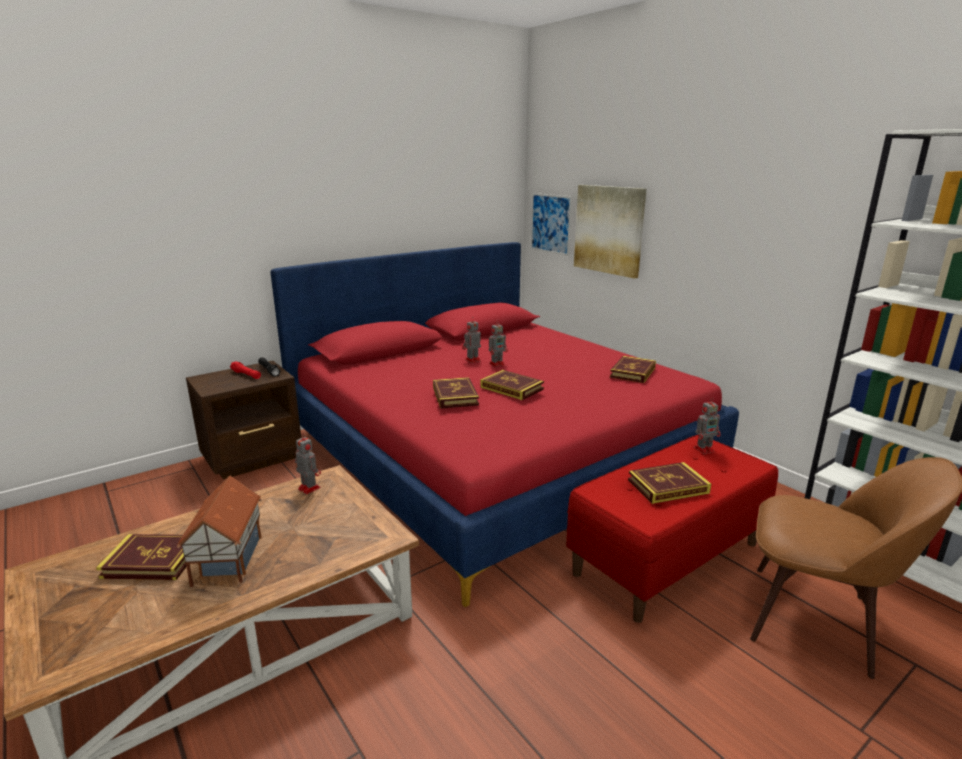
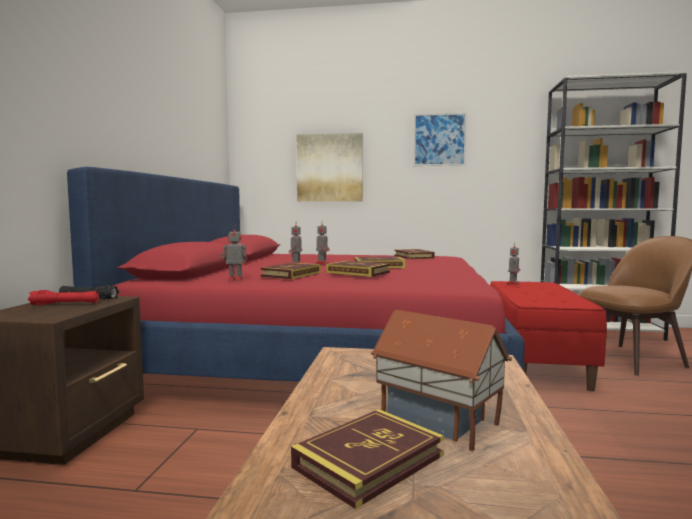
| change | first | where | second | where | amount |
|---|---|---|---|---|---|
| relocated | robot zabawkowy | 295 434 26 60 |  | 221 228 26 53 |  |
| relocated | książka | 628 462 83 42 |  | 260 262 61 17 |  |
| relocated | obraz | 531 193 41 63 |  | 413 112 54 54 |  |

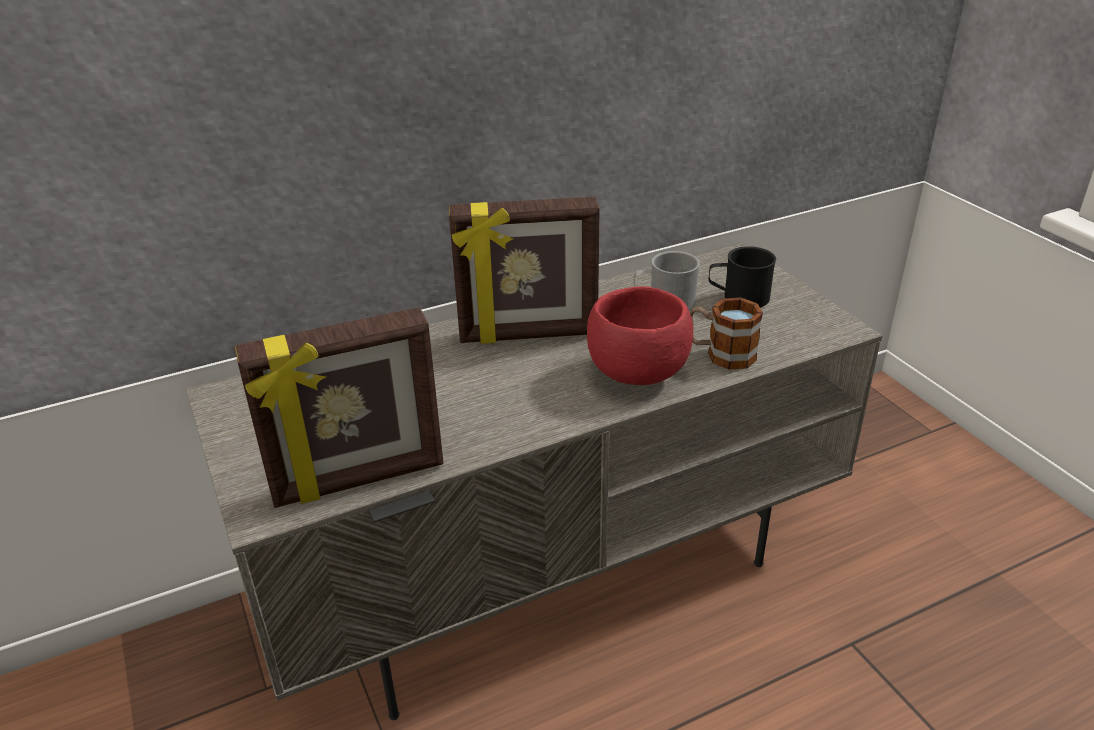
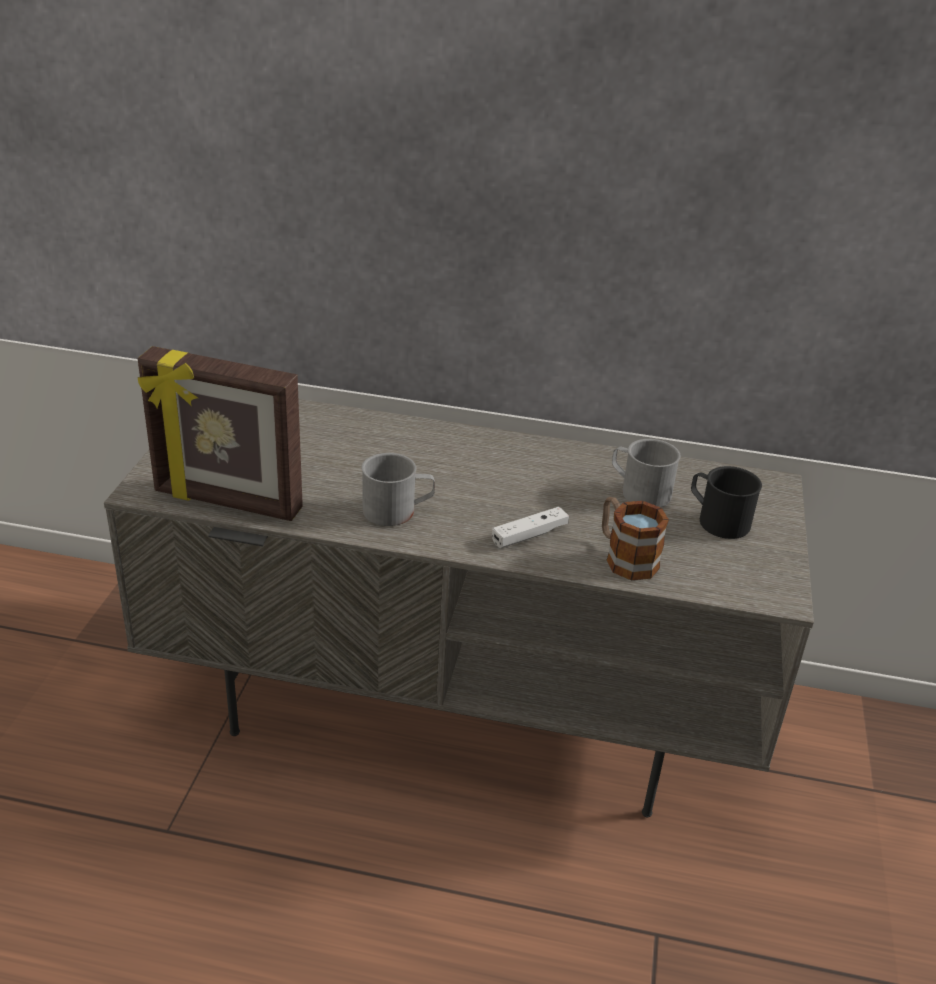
| change | first | where | second | where | amount |
|---|---|---|---|---|---|
| appeared |  |  | kubek [szary] | 361 453 74 73 |  |
| exchanged | miska [czerwony] | 587 287 106 98 | pad do gier [biały] | 492 507 77 41 |  |
| missing | ramka na zdjęcie | 449 197 151 147 |  |  |  |

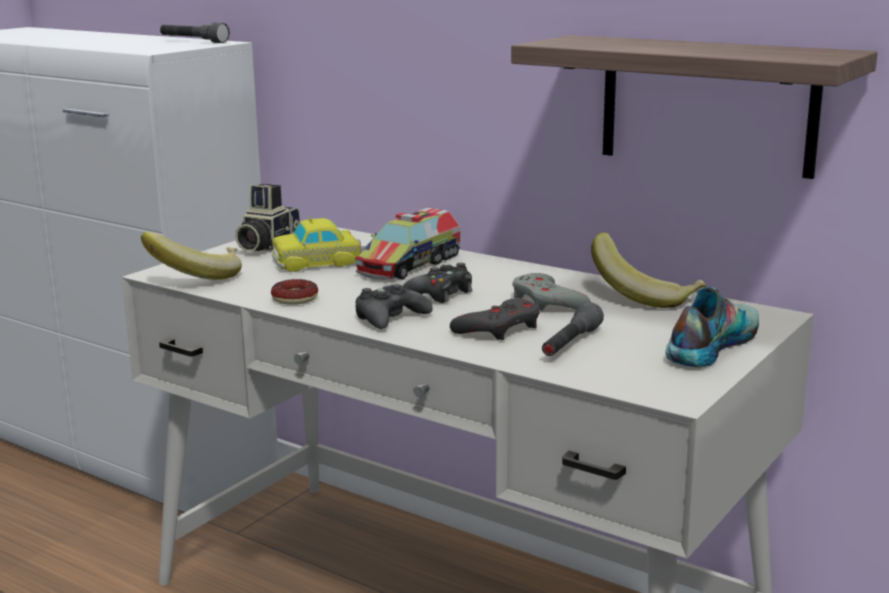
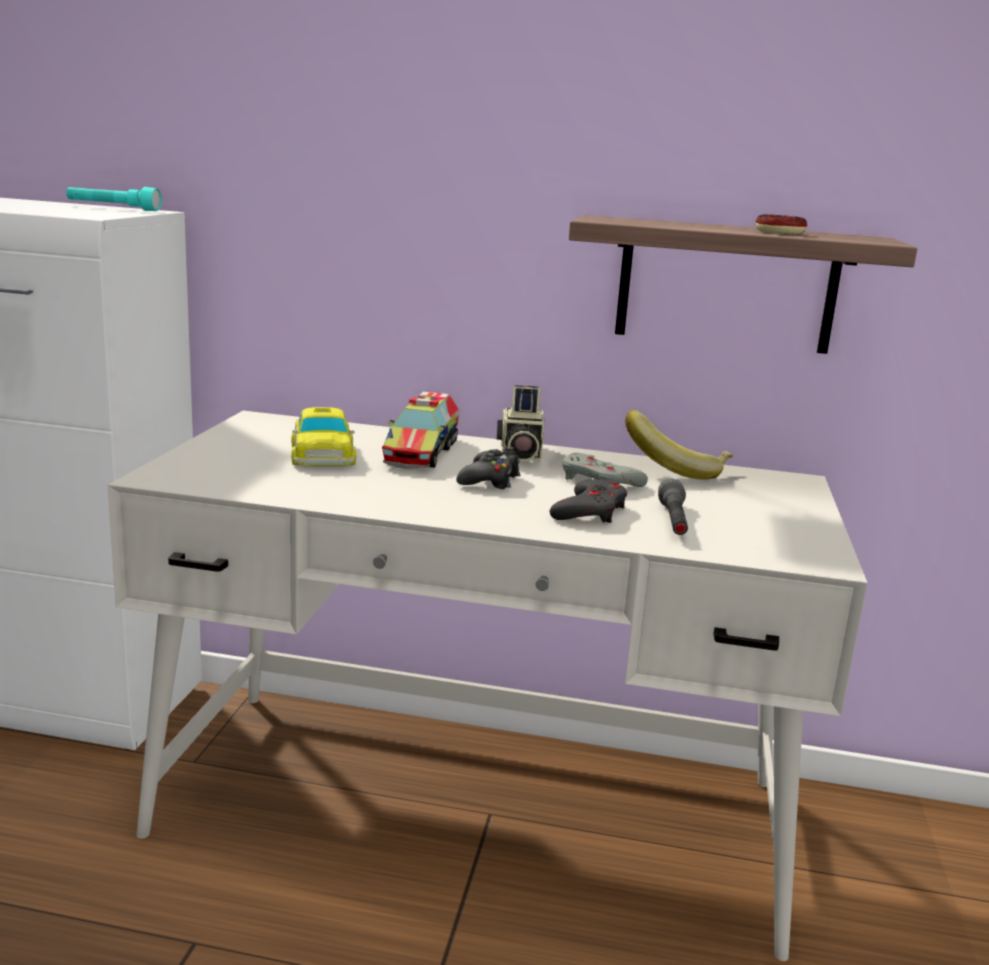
| change | first | where | second | where | amount |
|---|---|---|---|---|---|
| colour | latarka [szary] | 160 22 70 21 | latarka [turkusowy] | 66 187 96 24 |  |
| spun | samochodzik | 272 218 94 54 |  | 291 407 65 58 | 60 degrees counterclockwise |
| relocated | aparat fotograficzny | 235 184 65 68 |  | 497 385 47 76 |  |
| relocated | donut | 271 279 47 26 |  | 755 214 52 20 |  |
| missing | banan | 141 232 101 48 |  |  |  |
| missing | pad do gier [czarny] | 356 284 77 45 |  |  |  |
| missing | but | 665 286 94 81 |  |  |  |

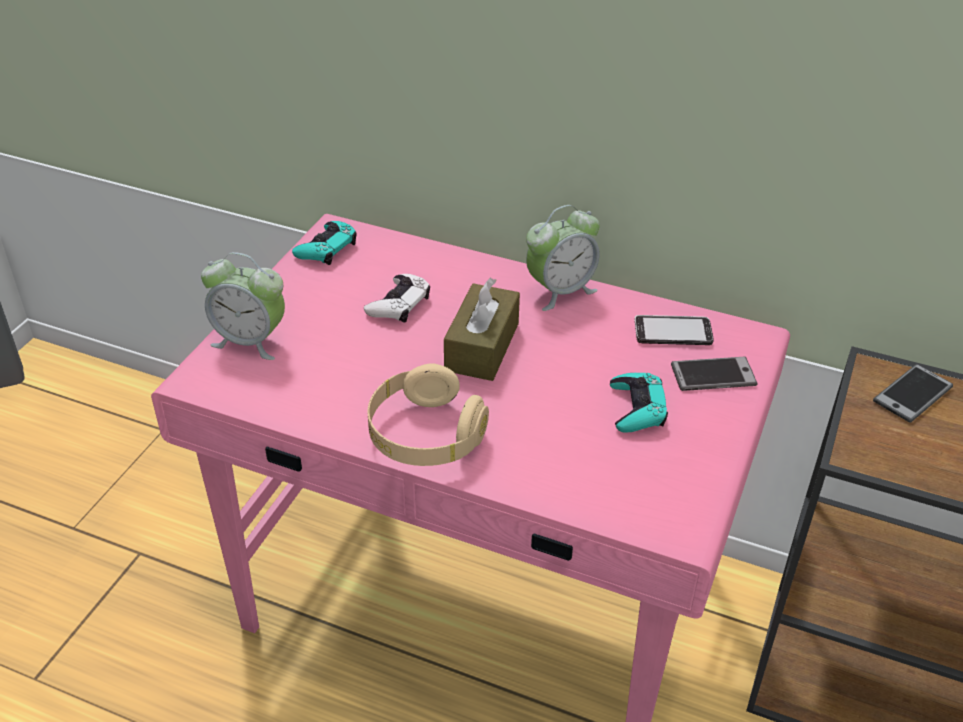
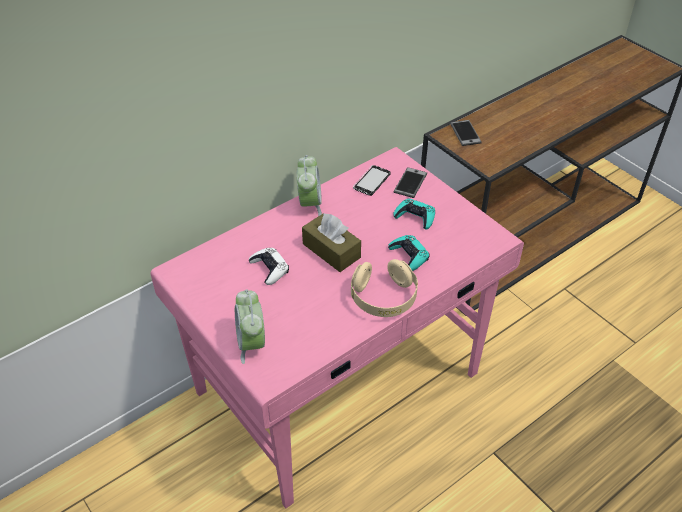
| change | first | where | second | where | amount |
|---|---|---|---|---|---|
| spun | budzik | 201 252 84 108 |  | 235 289 30 75 | 120 degrees clockwise |
| relocated | pad do gier [turkusowy] | 292 221 65 44 |  | 388 235 42 36 |  |

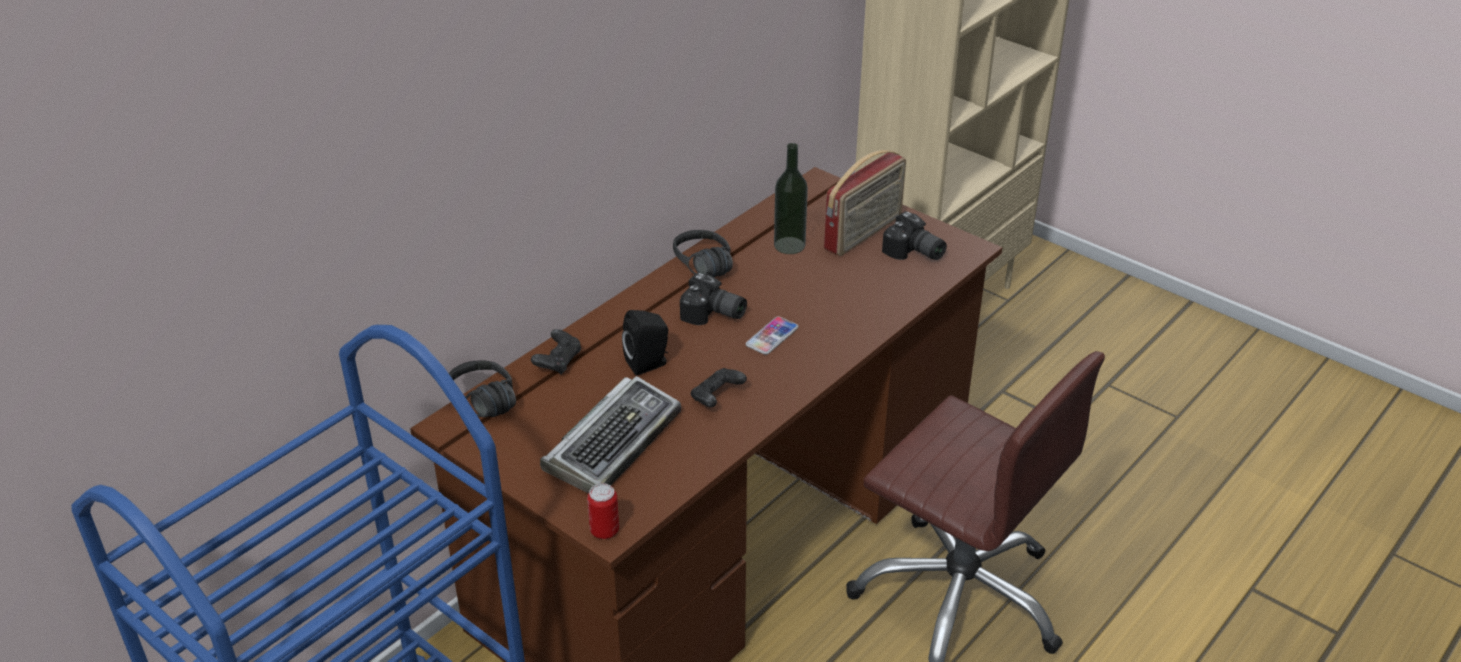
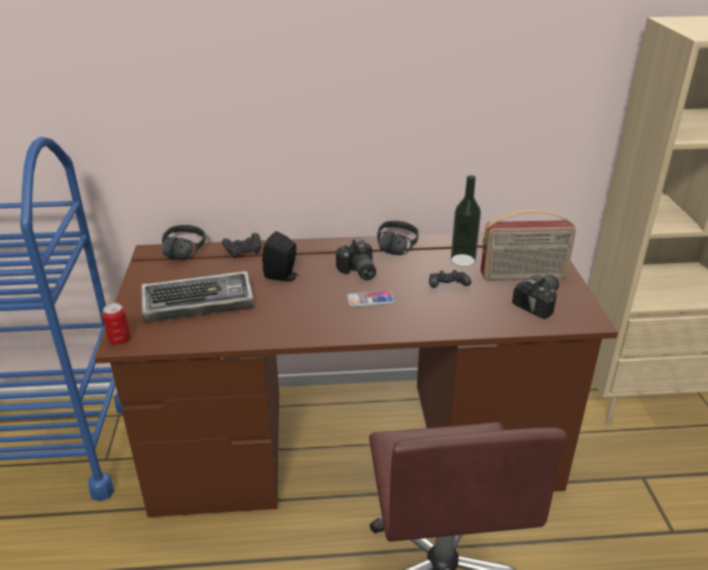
| change | first | where | second | where | amount |
|---|---|---|---|---|---|
| relocated | pad do gier [czarny] | 691 368 56 39 |  | 429 270 42 18 |  |
| spun | aparat fotograficzny | 882 211 65 49 |  | 512 275 47 44 | 135 degrees counterclockwise |

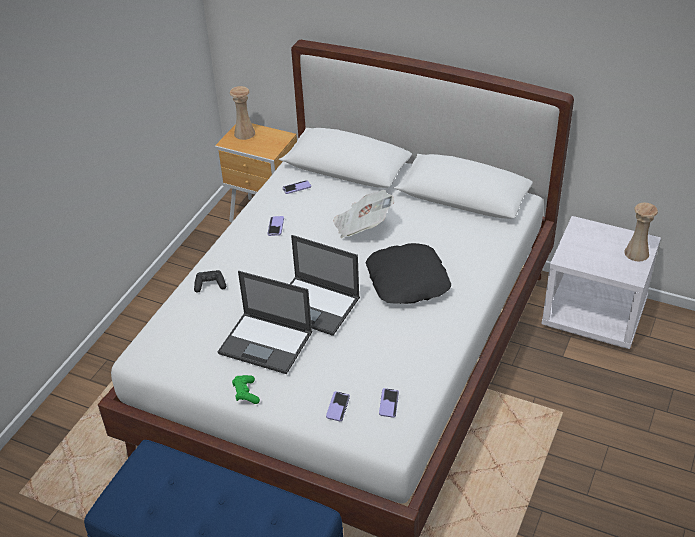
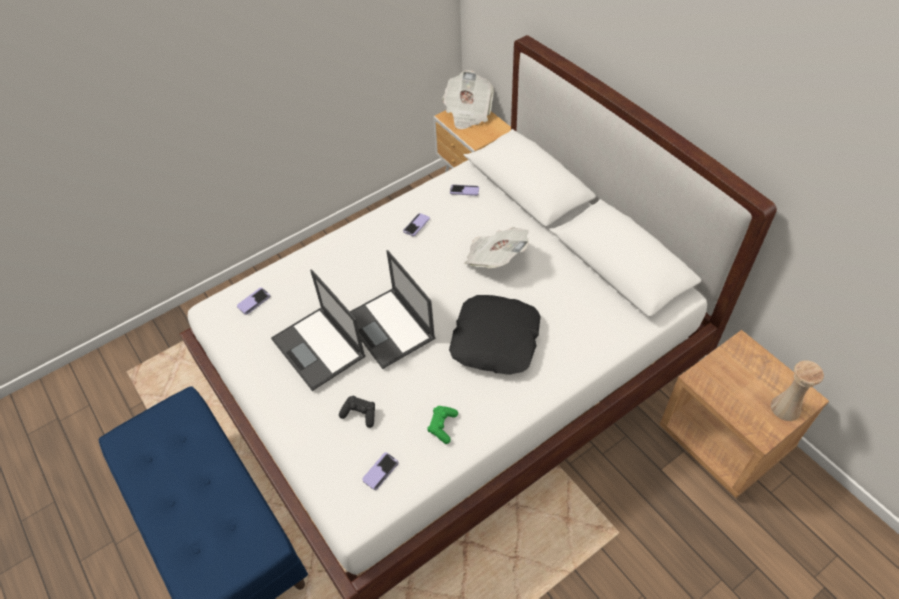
| change | first | where | second | where | amount |
|---|---|---|---|---|---|
| relocated | telefon | 326 391 24 30 |  | 237 287 33 28 |  |
| relocated | pad do gier [czarny] | 194 270 32 23 |  | 339 396 36 32 |  |
| relocated | pad do gier [zielony] | 232 375 28 29 |  | 427 406 31 38 |  |
| exchanged | wazon [beżowy] | 230 86 25 54 | gazeta | 442 70 52 59 |  |
| colour | szafka nocna [biały] | 542 216 119 133 | szafka nocna [brązowy] | 660 330 169 168 |  |

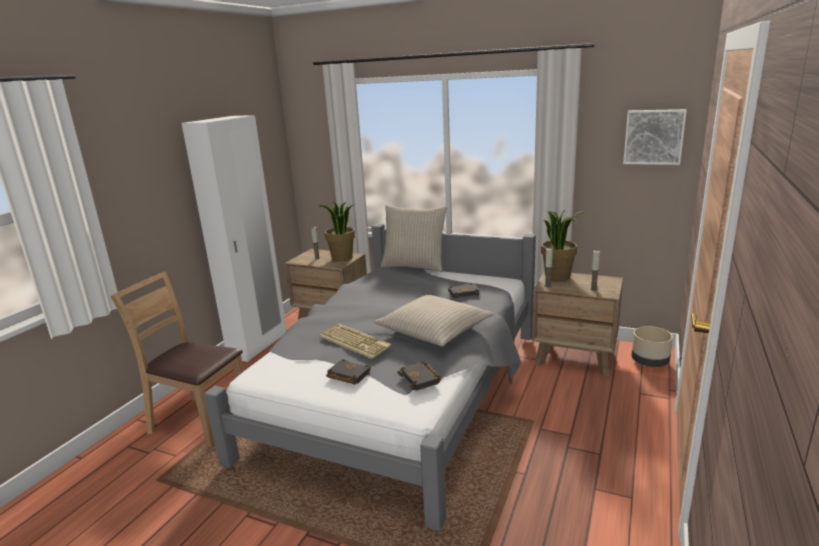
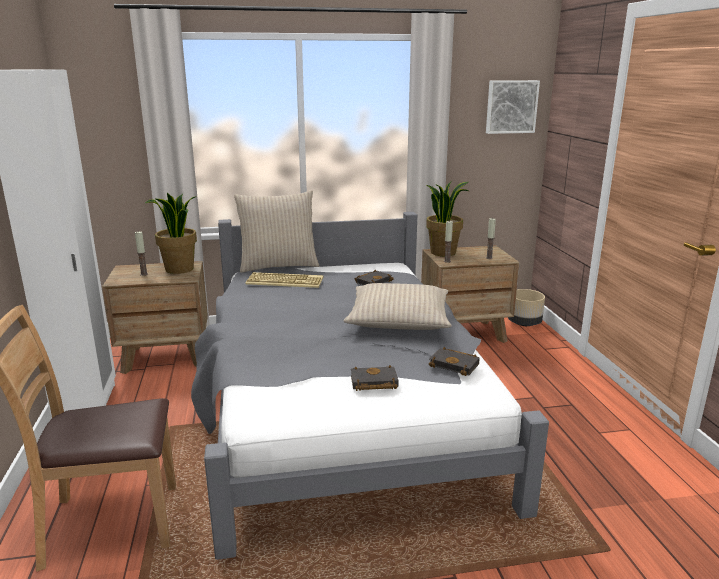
| change | first | where | second | where | amount |
|---|---|---|---|---|---|
| relocated | klawiatura | 320 324 72 35 |  | 245 272 79 16 |  |

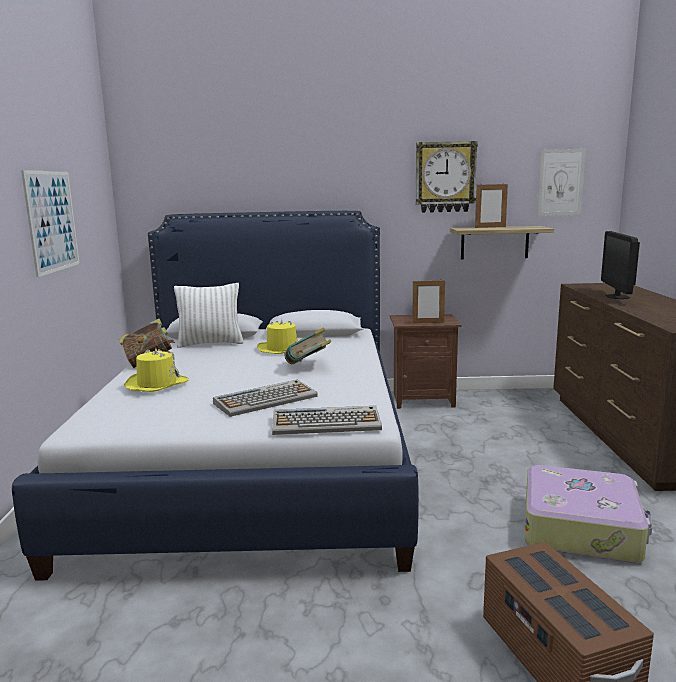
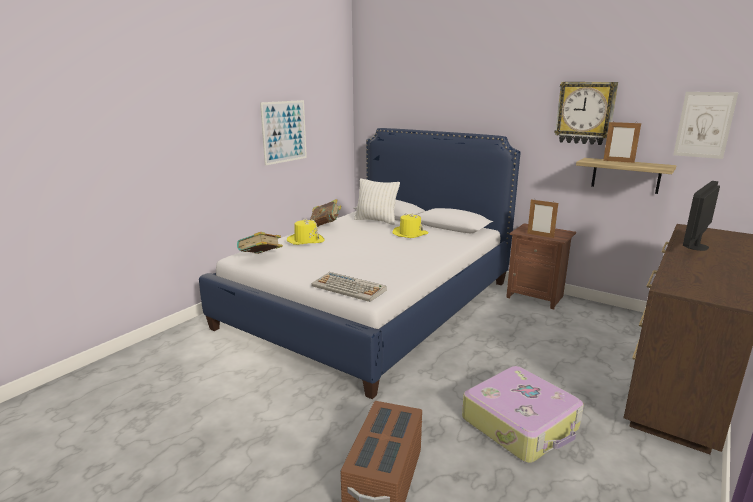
| change | first | where | second | where | amount |
|---|---|---|---|---|---|
| relocated | książka | 284 327 47 37 |  | 237 232 46 22 |  |
| missing | klawiatura | 213 380 105 37 |  |  |  |

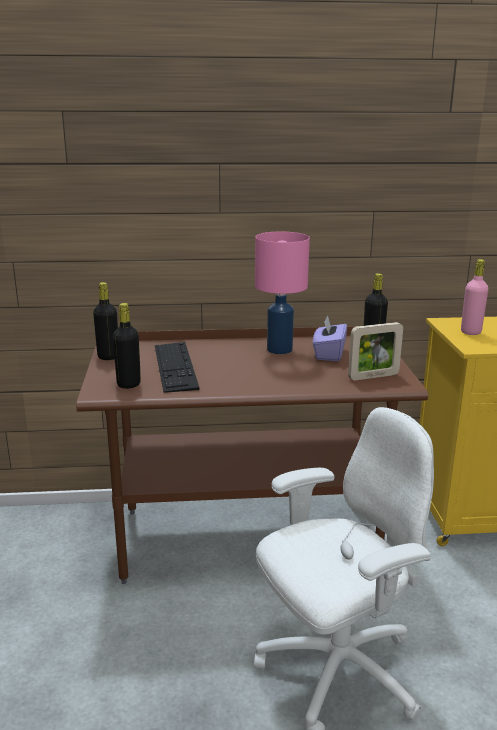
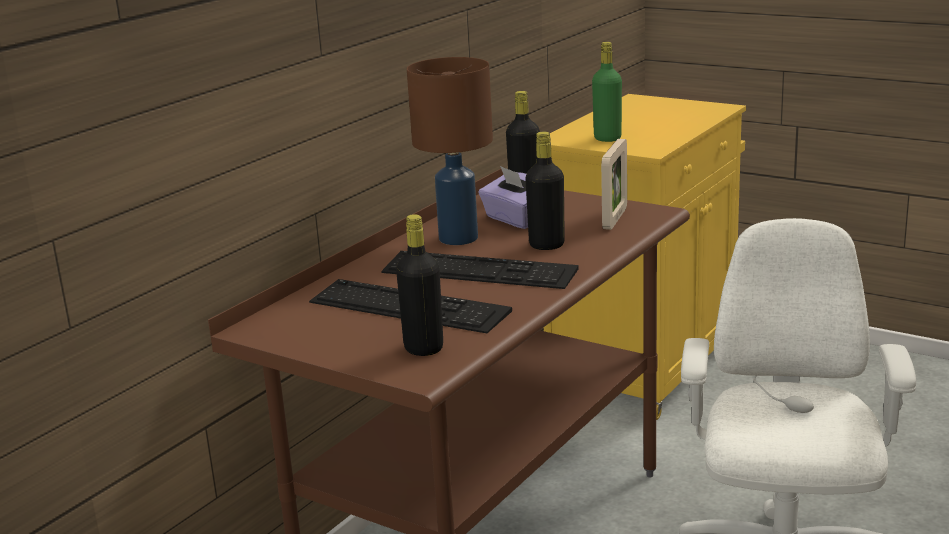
| change | first | where | second | where | amount |
|---|---|---|---|---|---|
| appeared |  |  | klawiatura | 381 251 198 38 |  |
| colour | lampa stołowa [różowy] | 255 232 55 122 | lampa stołowa [brązowy] | 407 57 86 188 |  |
| relocated | butelka [czarny] | 93 282 25 78 |  | 525 132 40 118 |  |
| colour | butelka [różowy] | 461 259 27 76 | butelka [zielony] | 592 42 30 100 |  |

